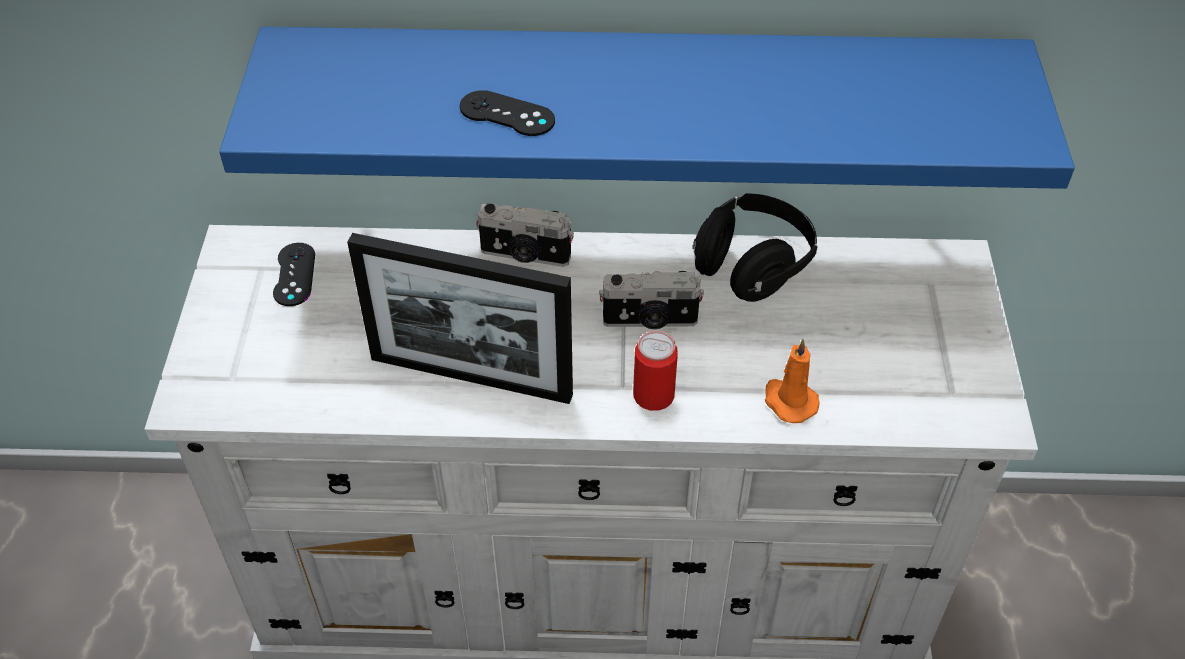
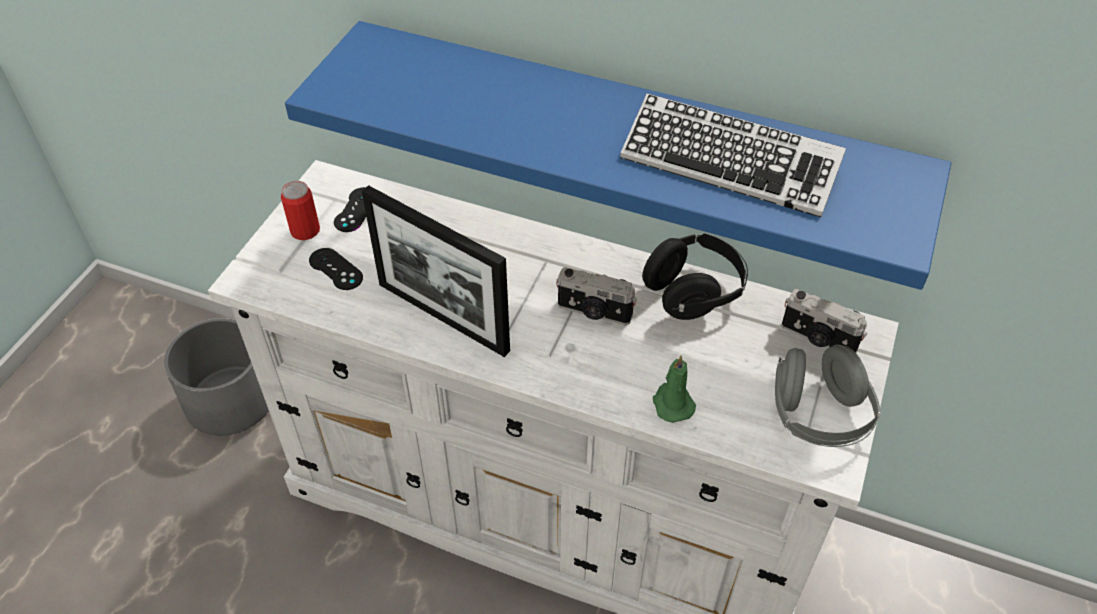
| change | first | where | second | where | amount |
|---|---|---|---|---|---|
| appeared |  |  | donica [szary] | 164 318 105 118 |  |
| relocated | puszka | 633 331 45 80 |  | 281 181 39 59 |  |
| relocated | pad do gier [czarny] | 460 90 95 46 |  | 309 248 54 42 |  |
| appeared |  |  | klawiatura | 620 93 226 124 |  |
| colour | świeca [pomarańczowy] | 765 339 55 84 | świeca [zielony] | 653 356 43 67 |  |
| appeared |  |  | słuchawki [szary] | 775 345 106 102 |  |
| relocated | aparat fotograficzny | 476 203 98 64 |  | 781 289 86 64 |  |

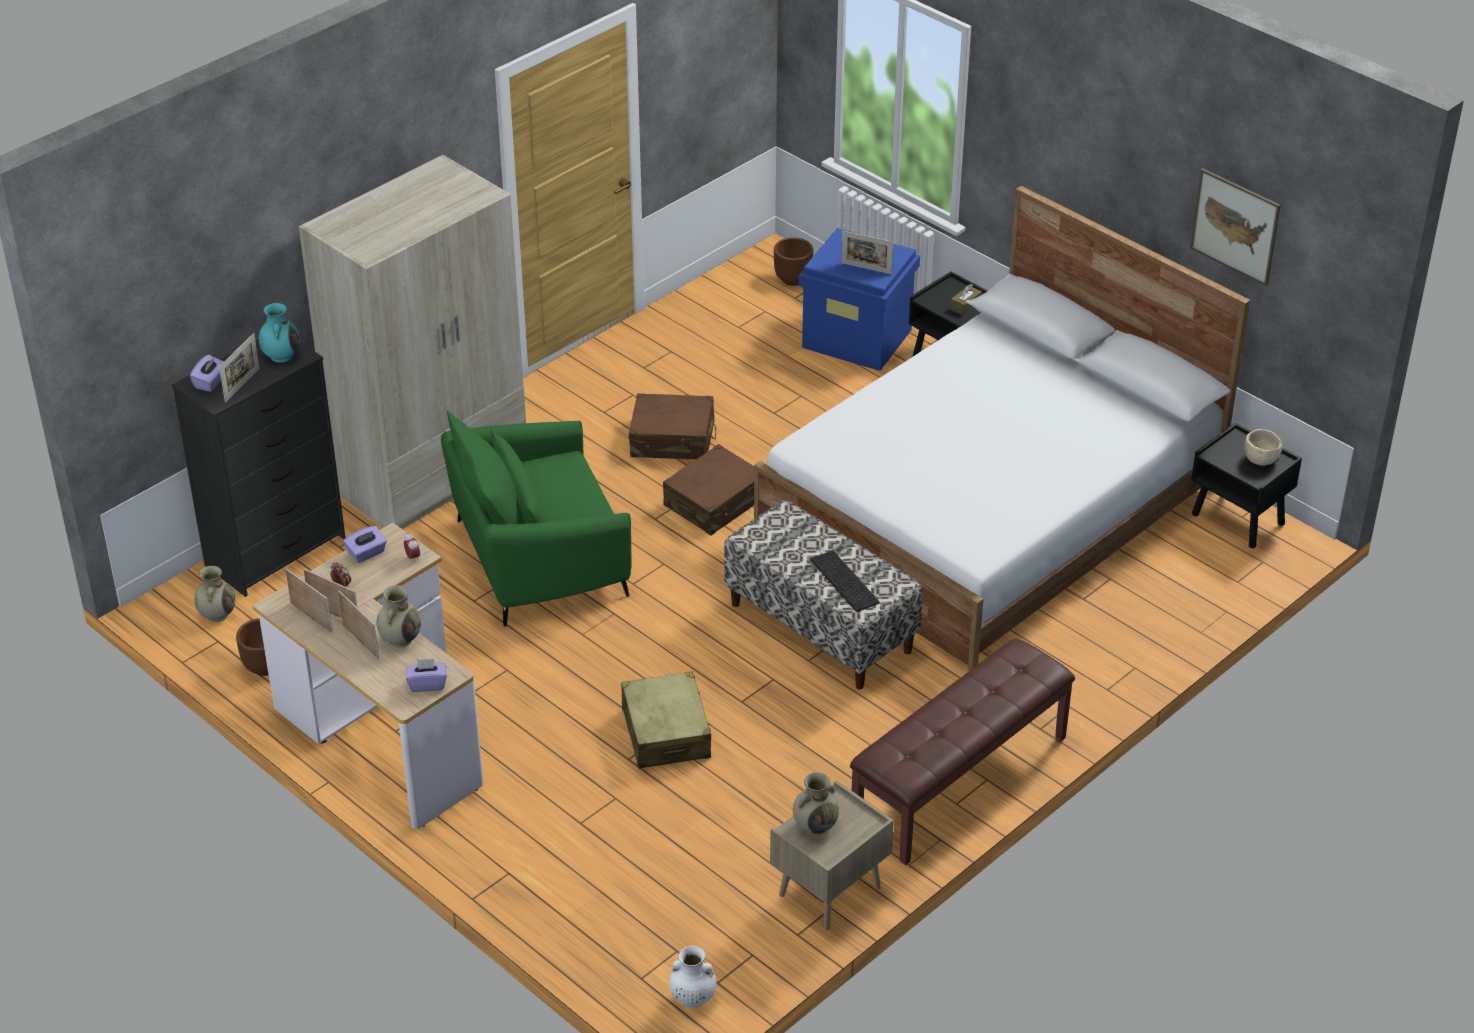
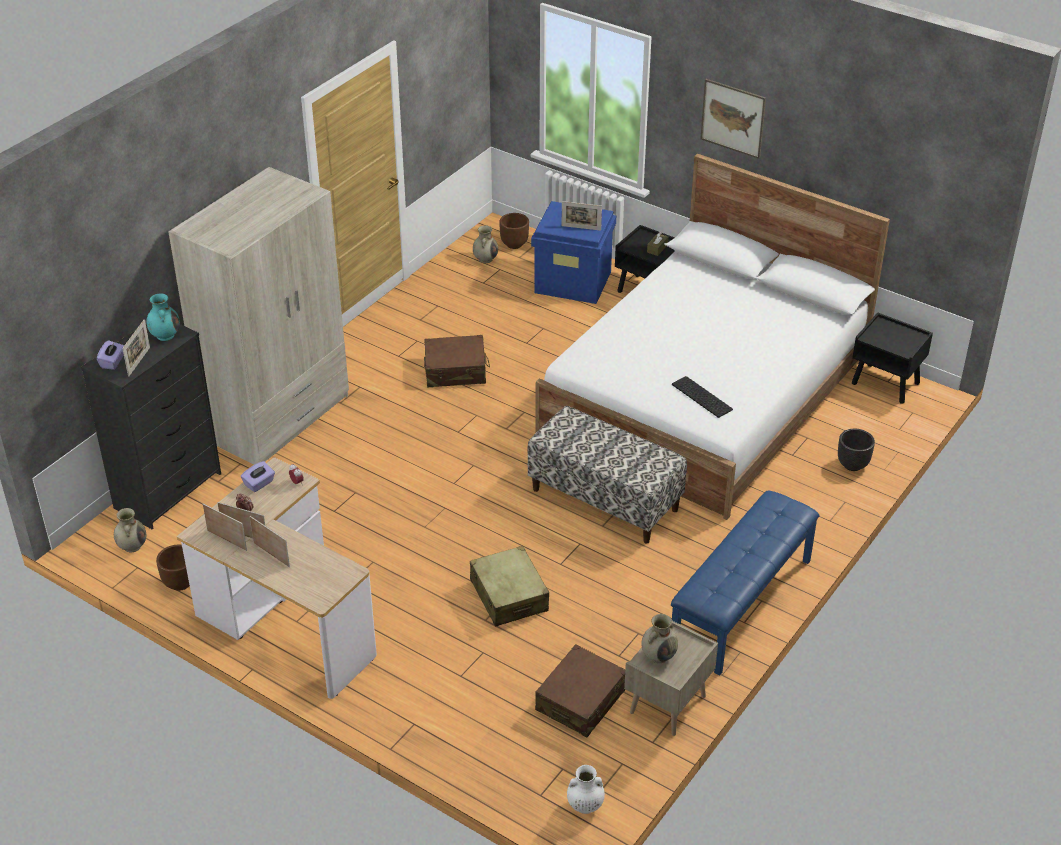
| change | first | where | second | where | amount |
|---|---|---|---|---|---|
| relocated | wazon [beżowy] | 376 585 45 62 |  | 473 225 25 38 |  |
| relocated | walizka [brązowy] | 663 444 91 91 |  | 535 644 91 93 |  |
| colour | ławka [brązowy] | 850 639 225 226 | ławka [niebieski] | 671 491 148 185 |  |
| relocated | klawiatura | 811 550 69 62 |  | 672 376 61 42 |  |
| relocated | obraz | 1190 168 91 118 |  | 700 79 66 80 |  |
| appeared |  |  | donica [czarny] | 838 429 37 42 |  |
| missing | pudełko chusteczek [fioletowy] | 406 659 41 33 |  |  |  |
| missing | fotel [zielony] | 441 411 191 216 |  |  |  |
| missing | miska [beżowy] | 1244 429 38 37 |  |  |  |

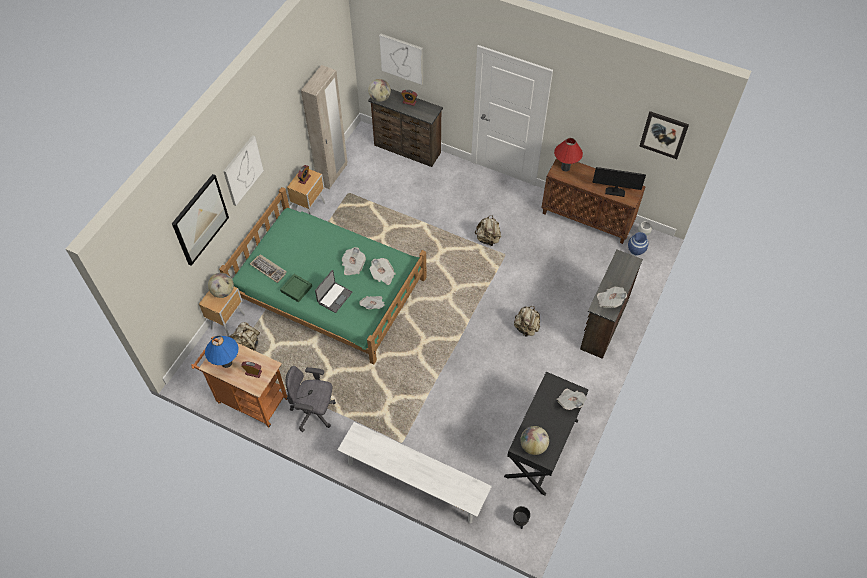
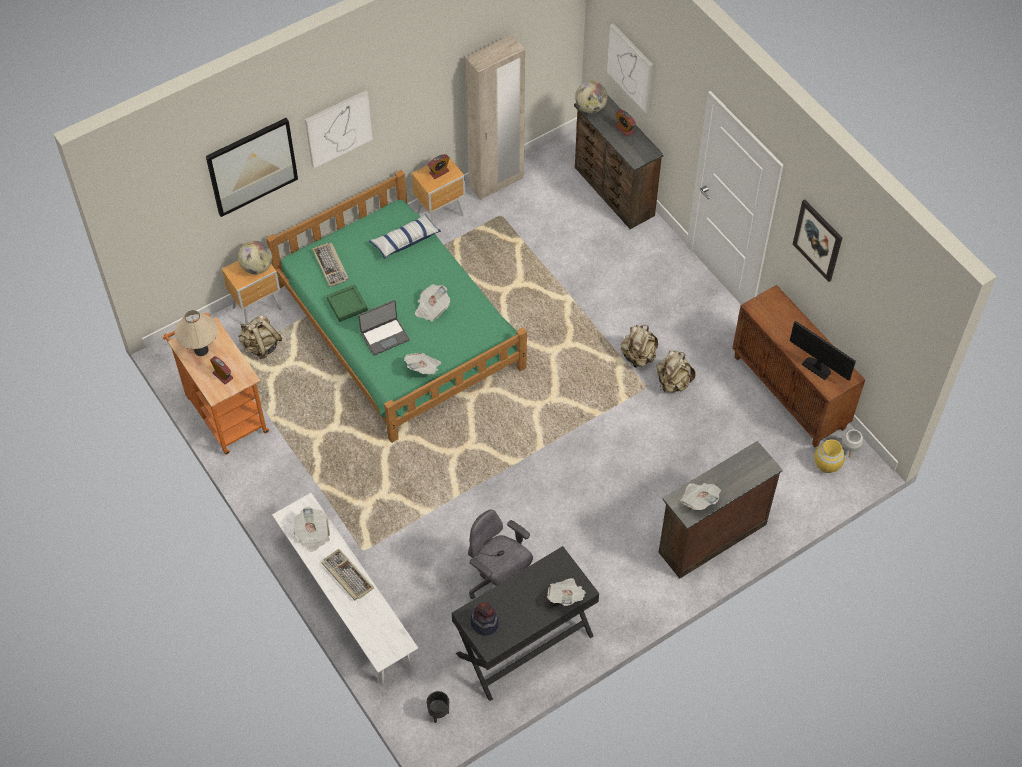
| change | first | where | second | where | amount |
|---|---|---|---|---|---|
| colour | lampa stołowa [niebieski] | 205 336 34 32 | lampa stołowa [beżowy] | 175 310 43 46 |  |
| relocated | gazeta | 370 258 26 27 |  | 293 507 37 45 |  |
| appeared |  |  | klawiatura | 322 549 52 51 |  |
| appeared |  |  | poduszka | 369 214 72 45 |  |
| relocated | krzesło biurowe [szary] | 286 366 50 66 |  | 468 509 65 90 |  |
| exchanged | globus | 520 426 29 29 | kapelusz | 470 602 29 34 |  |
| relocated | plecak [beżowy] | 514 306 26 31 |  | 657 351 38 41 |  |
| relocated | obraz | 639 111 50 48 |  | 793 199 49 83 |  |
| colour | wazon [niebieski] | 628 232 20 24 | wazon [żółty] | 815 439 30 34 |  |
| missing | lampa stołowa [czerwony] | 554 138 29 33 |  |  |  |

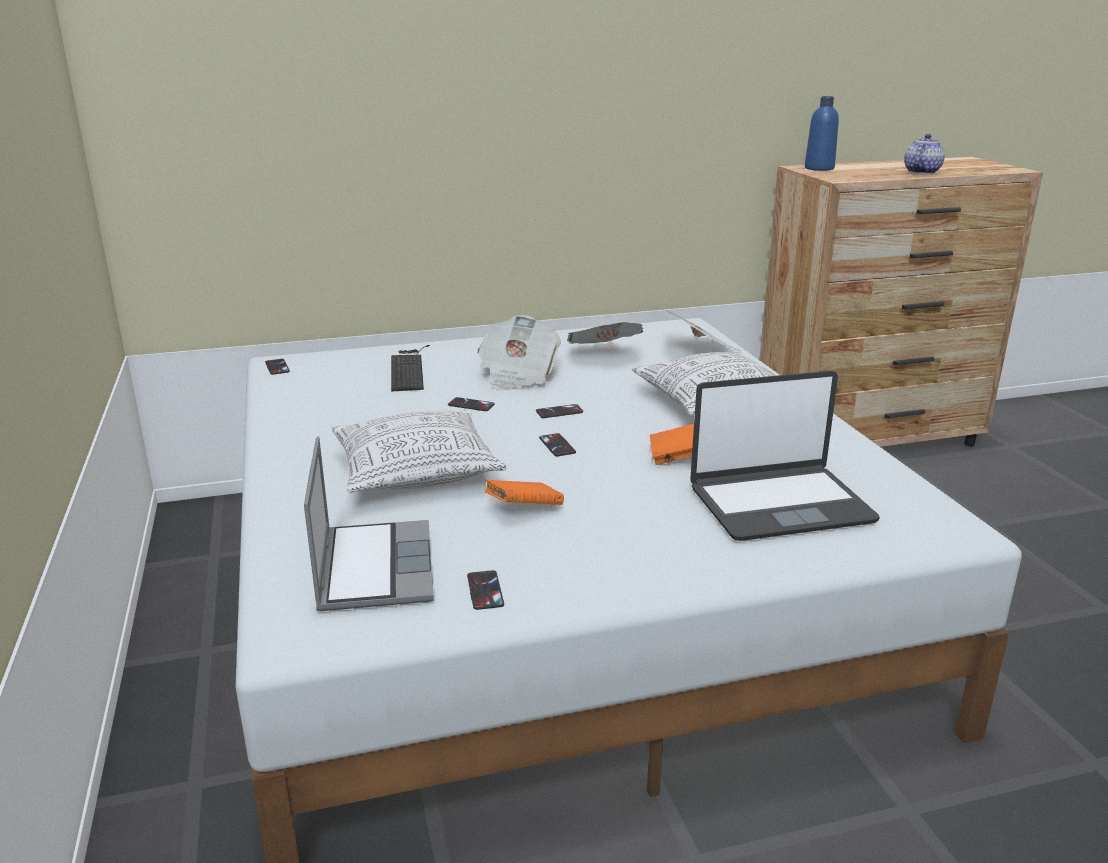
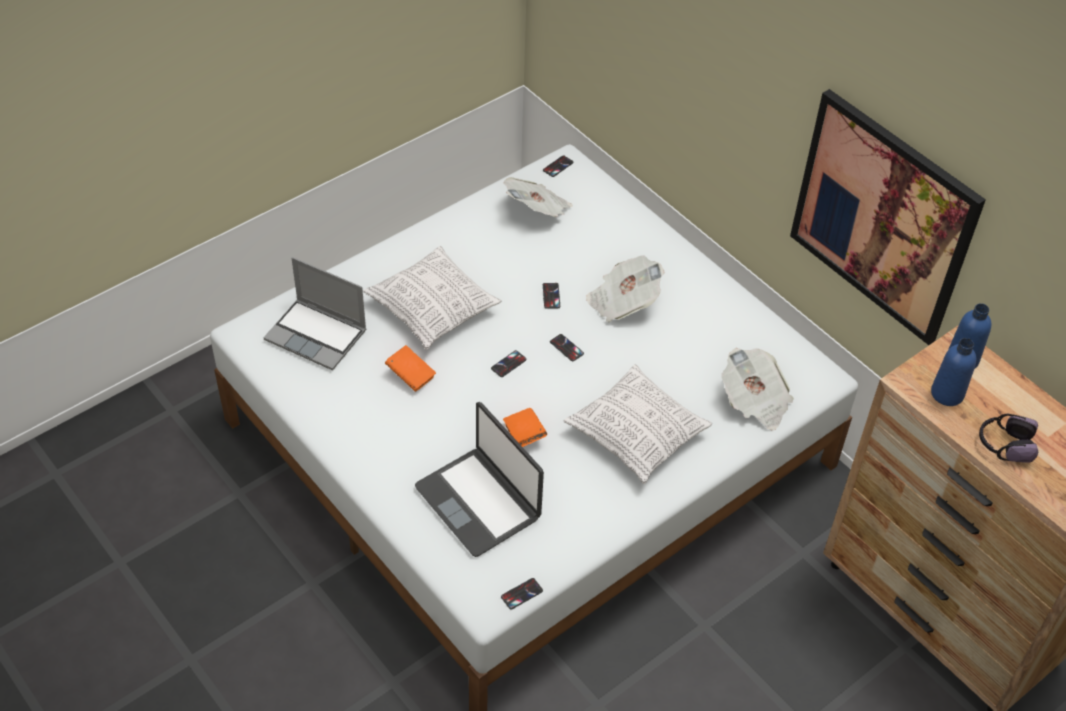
| change | first | where | second | where | amount |
|---|---|---|---|---|---|
| spun | laptop | 304 437 130 174 |  | 263 257 104 114 | 60 degrees clockwise |
| relocated | telefon | 467 570 37 40 |  | 501 578 42 31 |  |
| relocated | gazeta | 567 322 77 22 |  | 504 177 69 40 |  |
| appeared |  |  | obraz | 790 89 196 256 |  |
| appeared |  |  | butelka [niebieski] | 931 338 45 68 |  |
| exchanged | imbryk | 904 134 41 40 | słuchawki | 979 414 59 49 |  |
| missing | klawiatura | 391 345 39 47 |  |  |  |

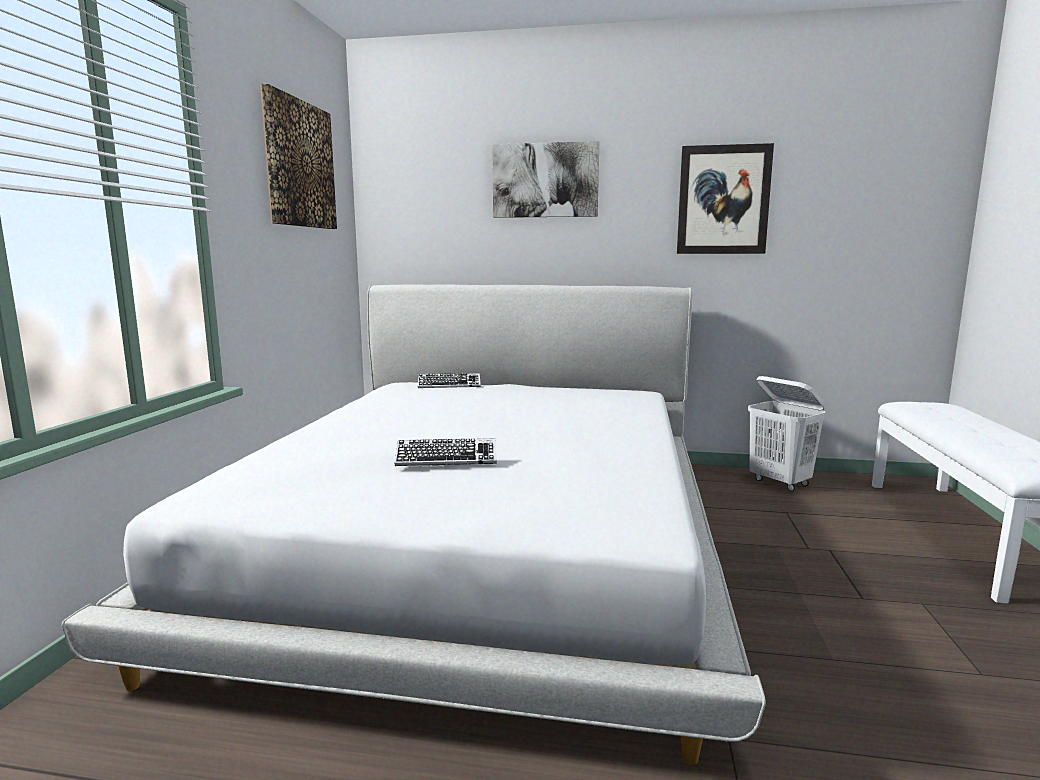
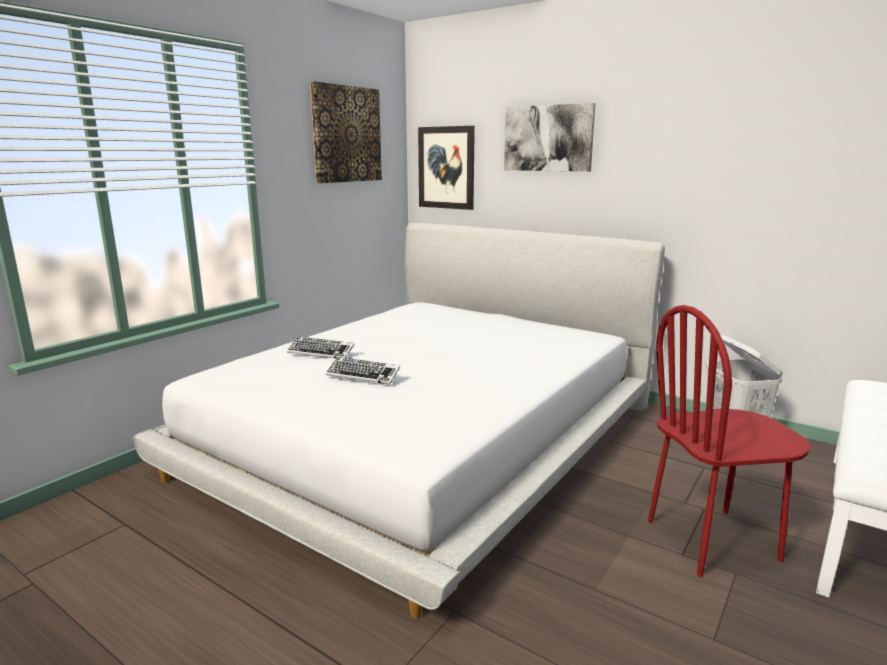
| change | first | where | second | where | amount |
|---|---|---|---|---|---|
| relocated | klawiatura | 418 373 63 15 |  | 287 337 68 22 |  |
| relocated | obraz | 677 143 97 111 |  | 418 126 57 84 |  |
| appeared |  |  | krzesło [czerwony] | 648 305 163 272 |  |

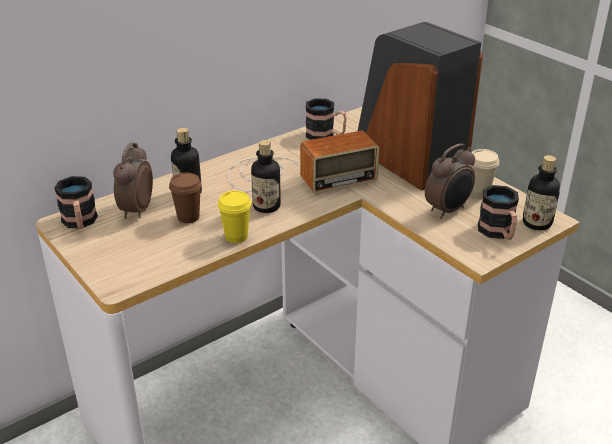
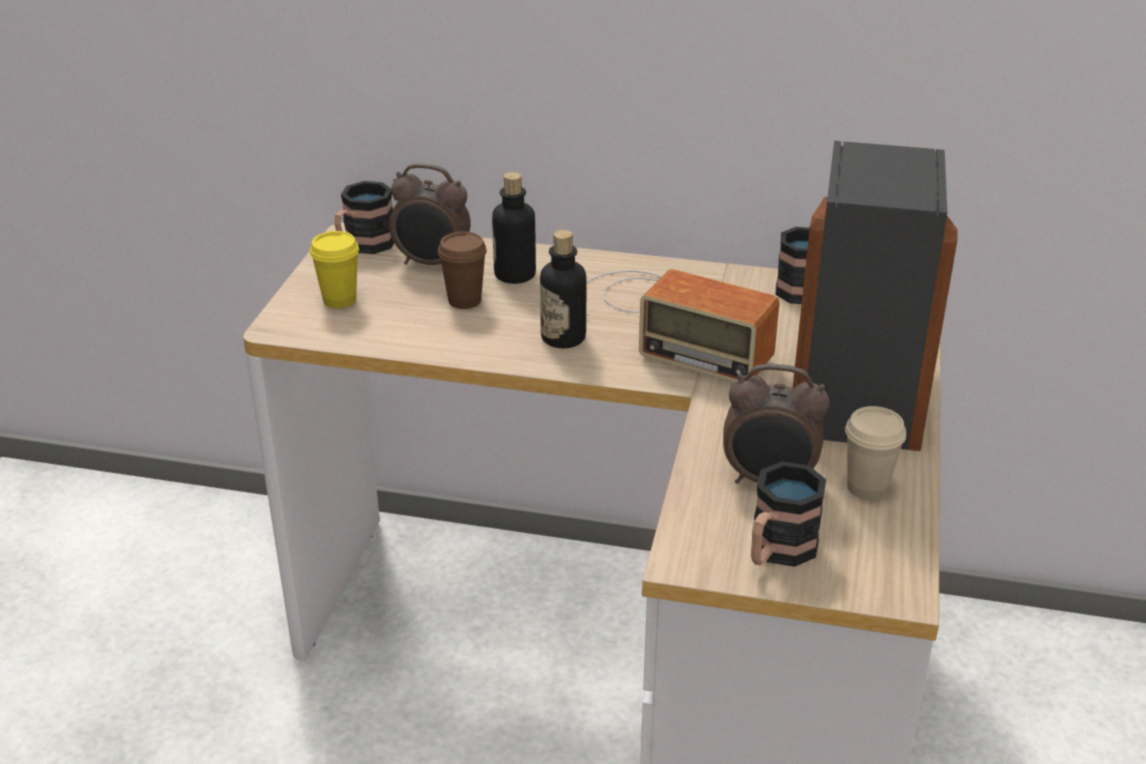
| change | first | where | second | where | amount |
|---|---|---|---|---|---|
| relocated | filiżanka [żółty] | 218 191 33 52 |  | 310 231 49 77 |  |
| spun | budzik | 113 142 40 77 |  | 389 163 82 102 | 135 degrees counterclockwise |
| missing | butelka | 523 155 37 75 |  |  |  |

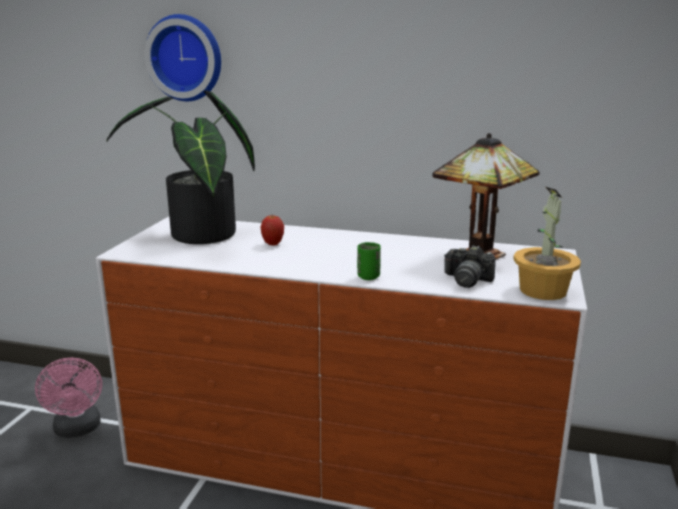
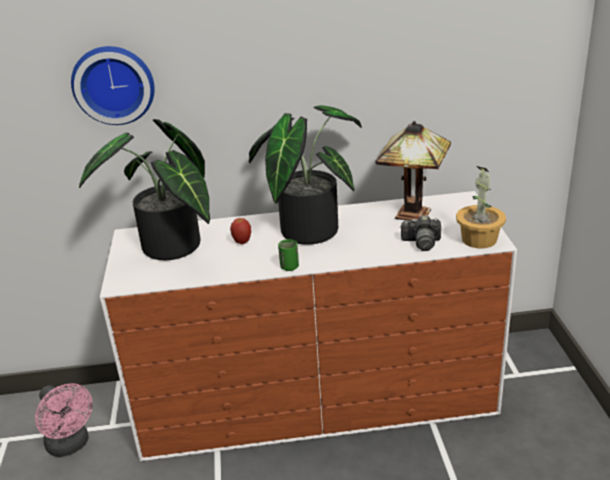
| change | first | where | second | where | amount |
|---|---|---|---|---|---|
| appeared |  |  | roślina doniczkowa | 249 105 113 140 |  |
| relocated | filiżanka [zielony] | 357 242 24 38 |  | 278 239 21 32 |  |

